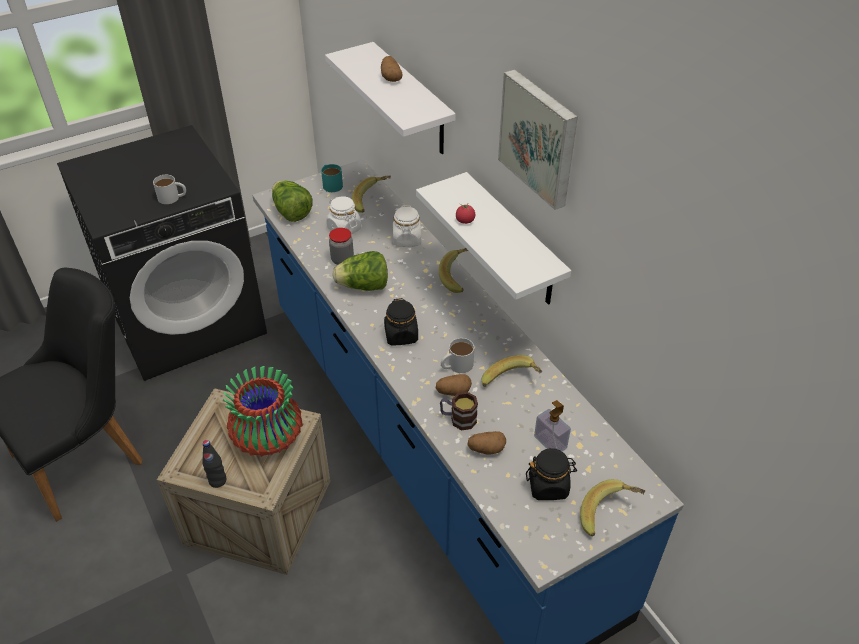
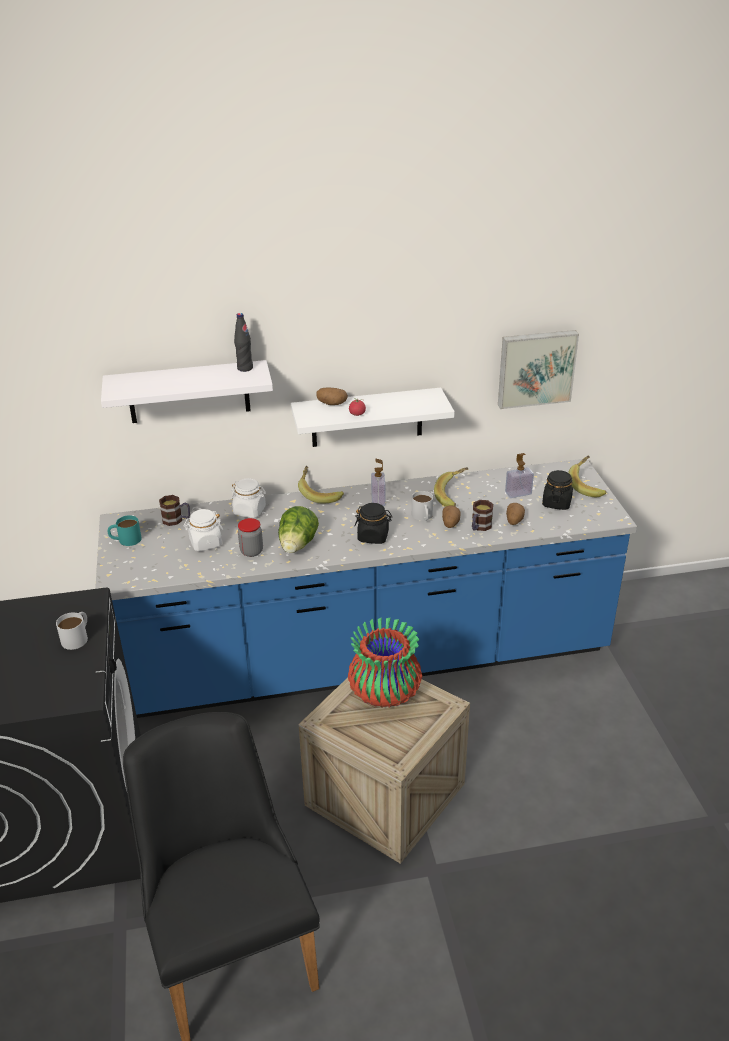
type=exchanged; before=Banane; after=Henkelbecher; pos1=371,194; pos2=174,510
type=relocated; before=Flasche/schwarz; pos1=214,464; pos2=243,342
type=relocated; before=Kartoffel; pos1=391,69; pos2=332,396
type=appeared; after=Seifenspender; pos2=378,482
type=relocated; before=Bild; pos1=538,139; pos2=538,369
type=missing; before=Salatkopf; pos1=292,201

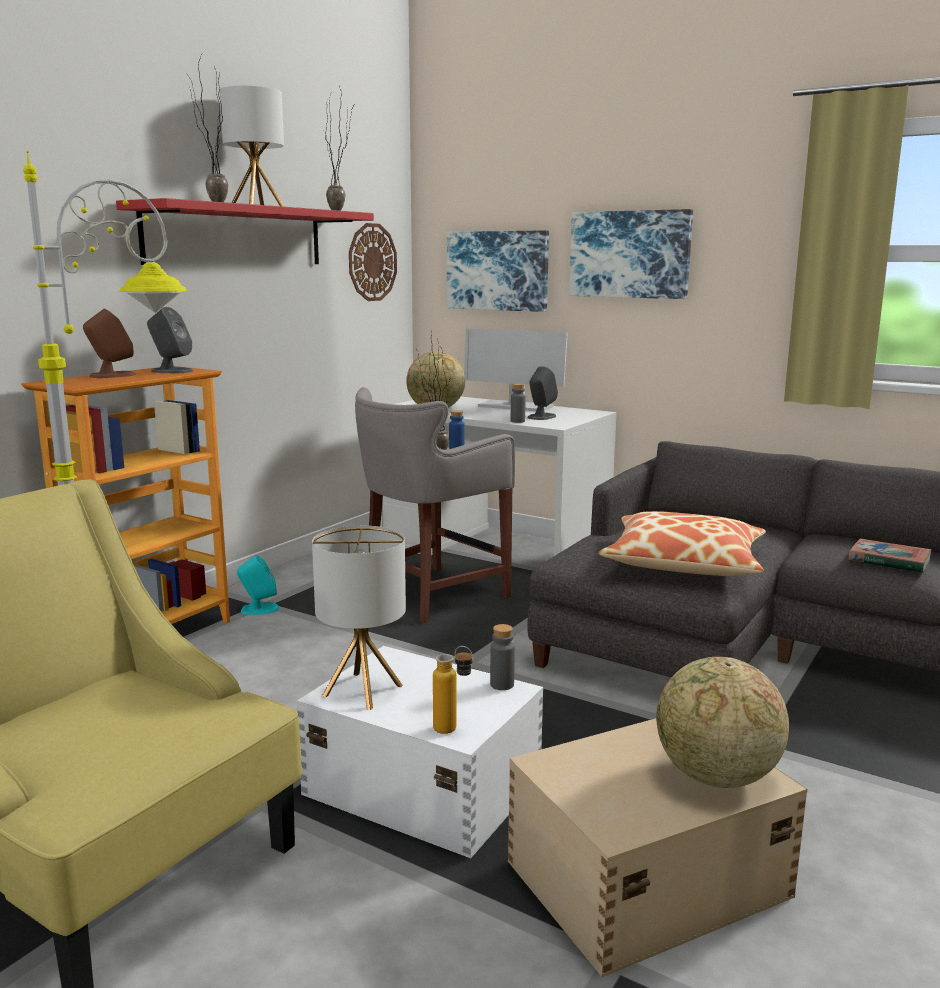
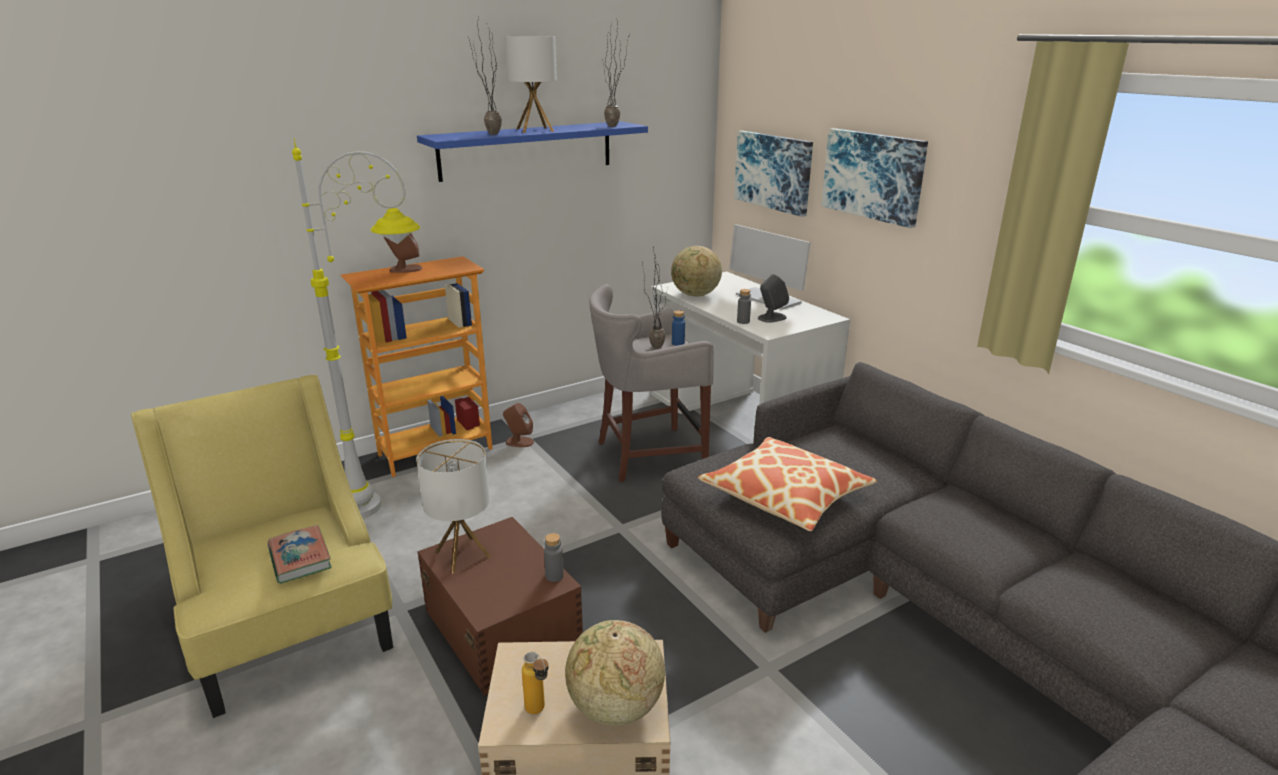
type=relocated; before=Buch; pos1=890,555; pos2=300,554
type=colour; before=Wandregal/rot; after=Wandregal/blau; pos1=245,231; pos2=532,151
type=colour; before=Aufbewahrungsbox/weiß; after=Aufbewahrungsbox/braun; pos1=419,752; pos2=500,606
type=colour; before=Lautsprecher/türkis; after=Lautsprecher/braun; pos1=258,585; pos2=518,425
type=relocated; before=Flasche; pos1=453,690; pos2=535,683
type=missing; before=Lautsprecher/grau; pos1=170,340
type=missing; before=Wanduhr; pos1=373,262

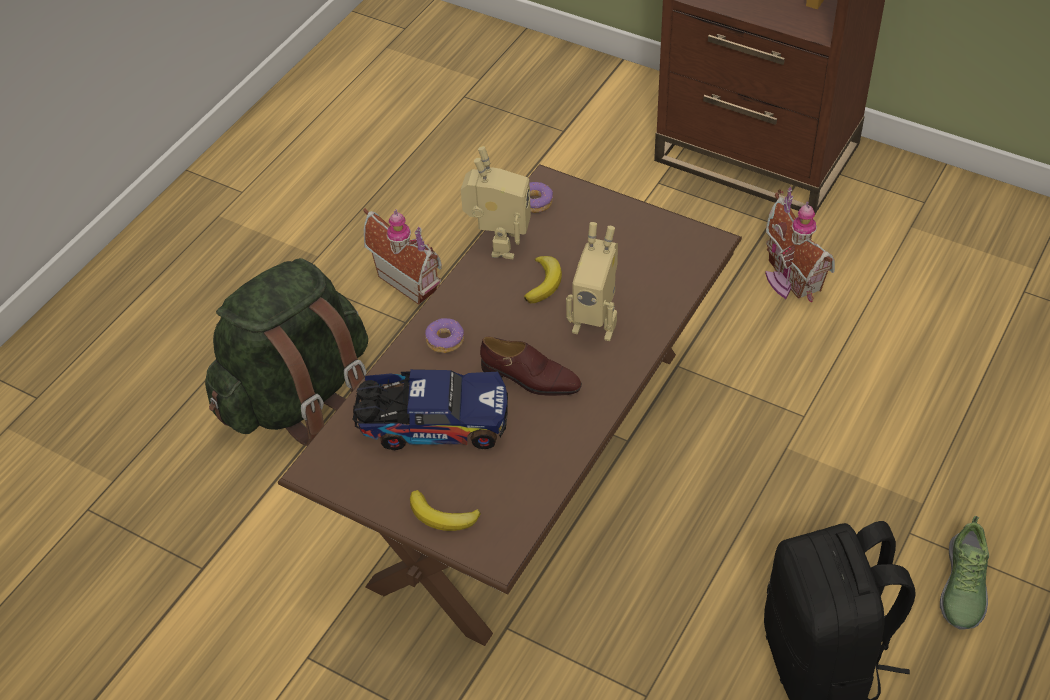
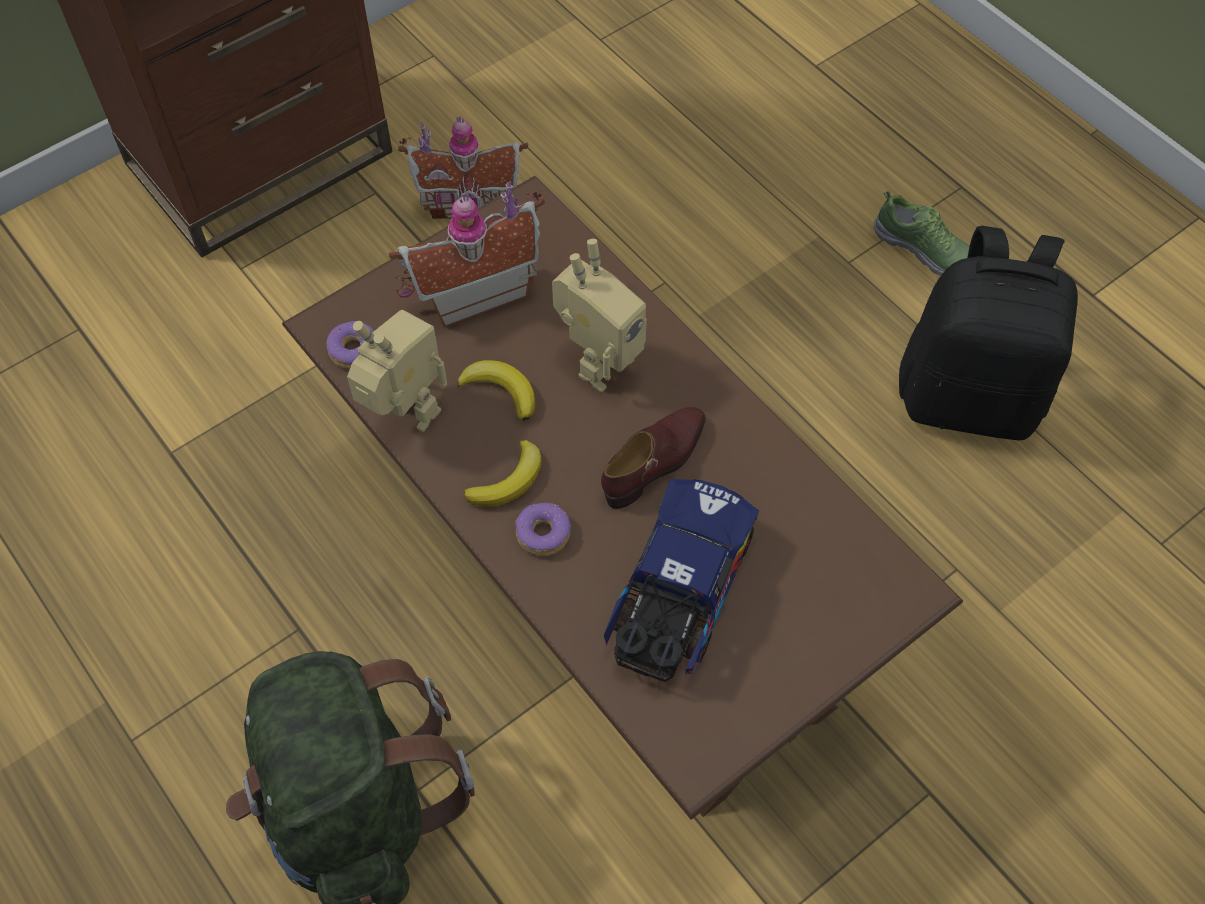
type=relocated; before=Spielzeughaus; pos1=402,256; pos2=467,254
type=relocated; before=Banane; pos1=445,510; pos2=503,473

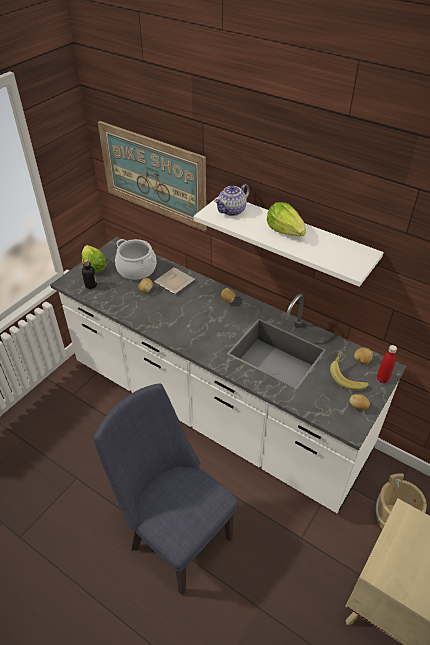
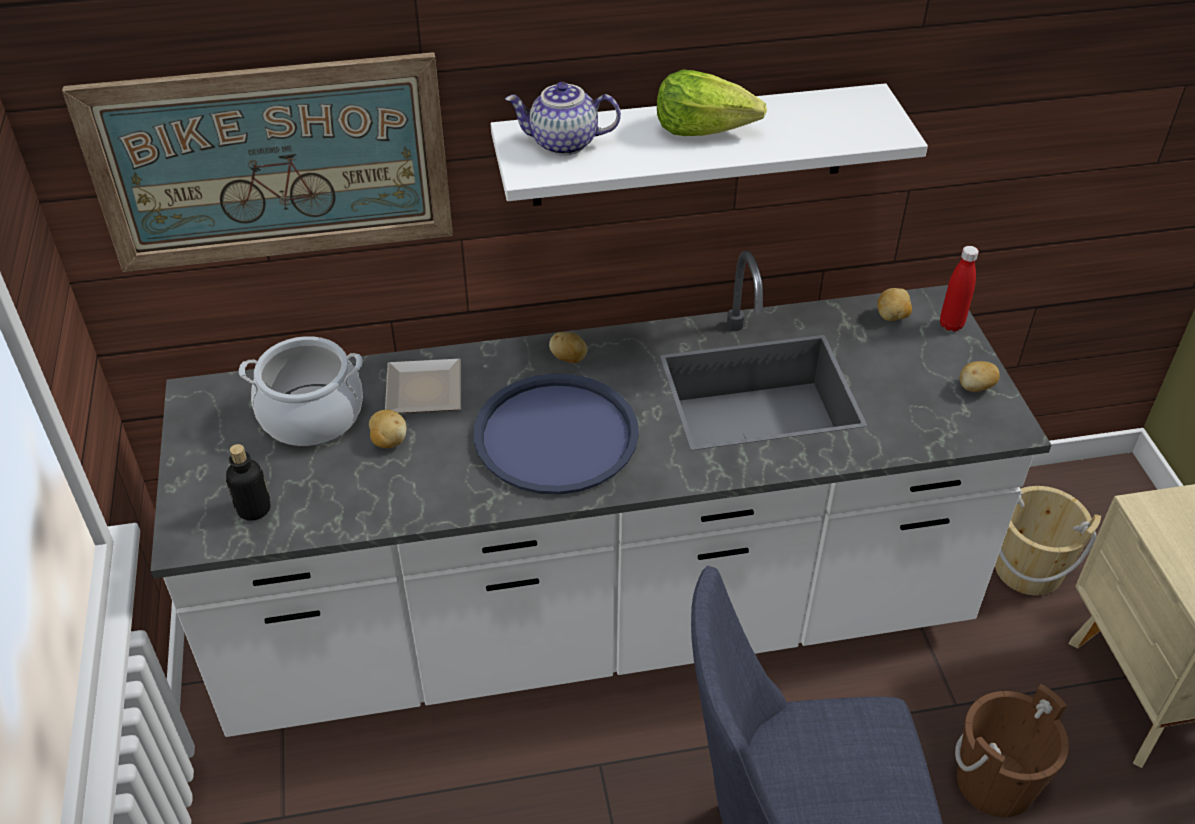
type=appeared; after=Tablett/blau; pos2=556,434
type=spun; before=Teekanne; pos1=232,200; pos2=563,119; turn=90
type=appeared; after=Eimer/braun; pos2=1012,750
type=missing; before=Salatkopf; pos1=94,259
type=missing; before=Banane; pos1=349,370

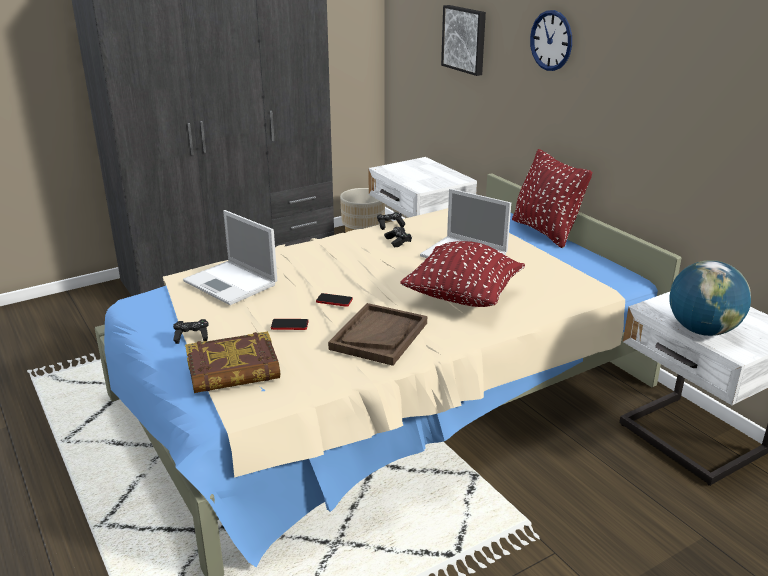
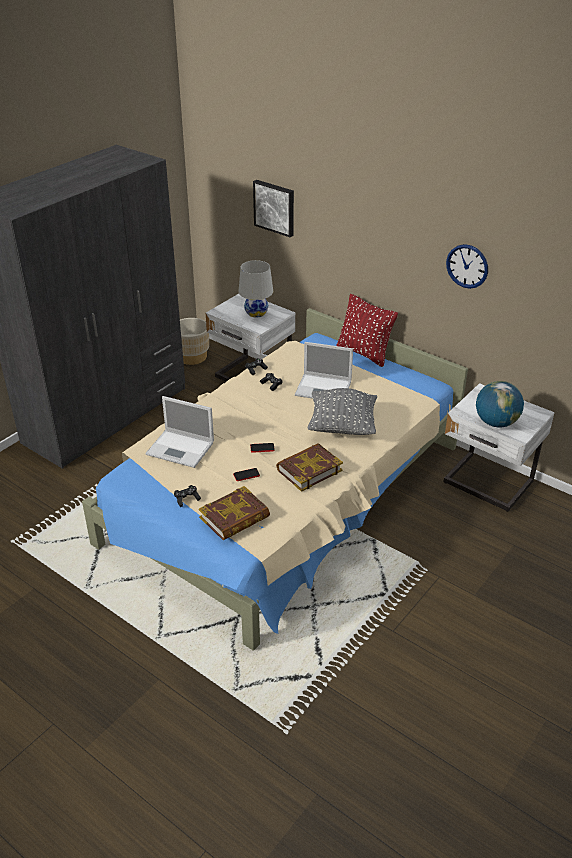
type=appeared; after=Tischlampe/weiß; pos2=255,288
type=exchanged; before=Tablett/braun; after=Buch; pos1=377,334; pos2=309,467
type=colour; before=Kissen/rot; after=Kissen/grau; pos1=462,274; pos2=342,411
type=relocated; before=Wanduhr; pos1=551,40; pos2=467,266

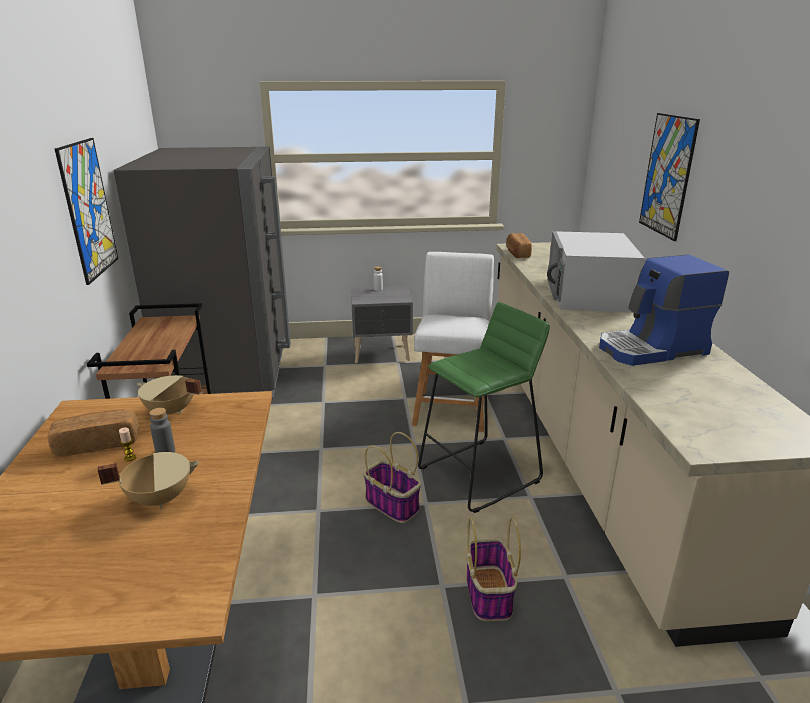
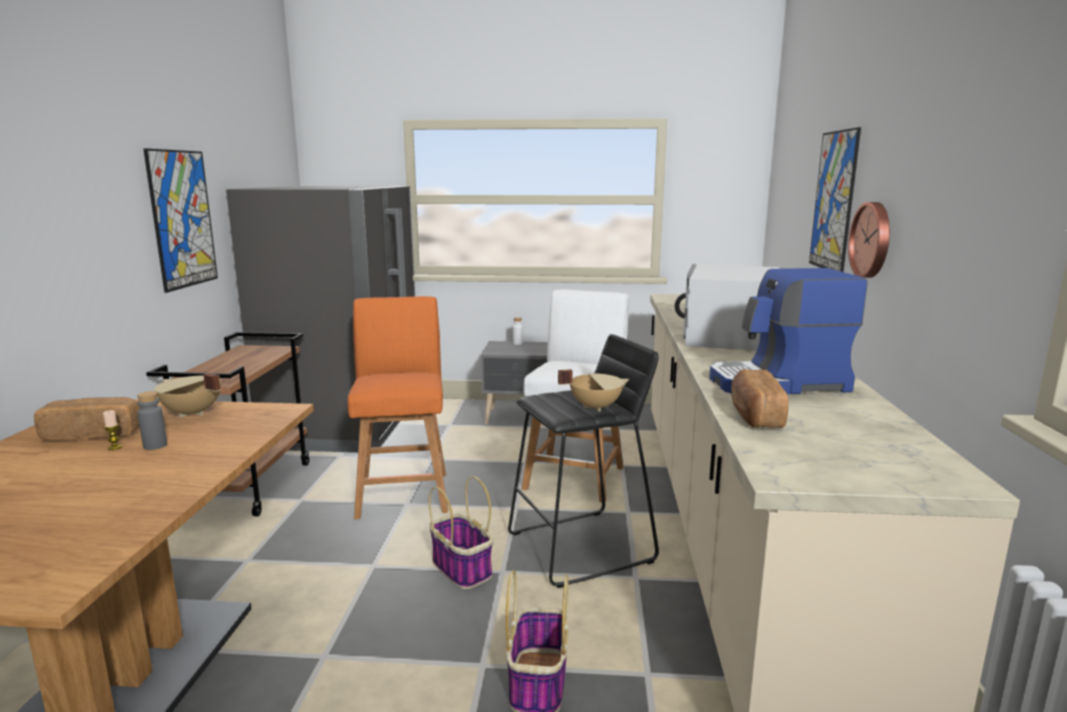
type=appeared; after=Hocker/orange; pos2=398,407
type=colour; before=Hocker/grün; after=Hocker/schwarz; pos1=484,407; pos2=583,461
type=relocated; before=Kochtopf/beige; pos1=148,480; pos2=593,390
type=relocated; before=Brot; pos1=519,245; pos2=759,398
type=appeared; after=Wanduhr; pos2=869,240

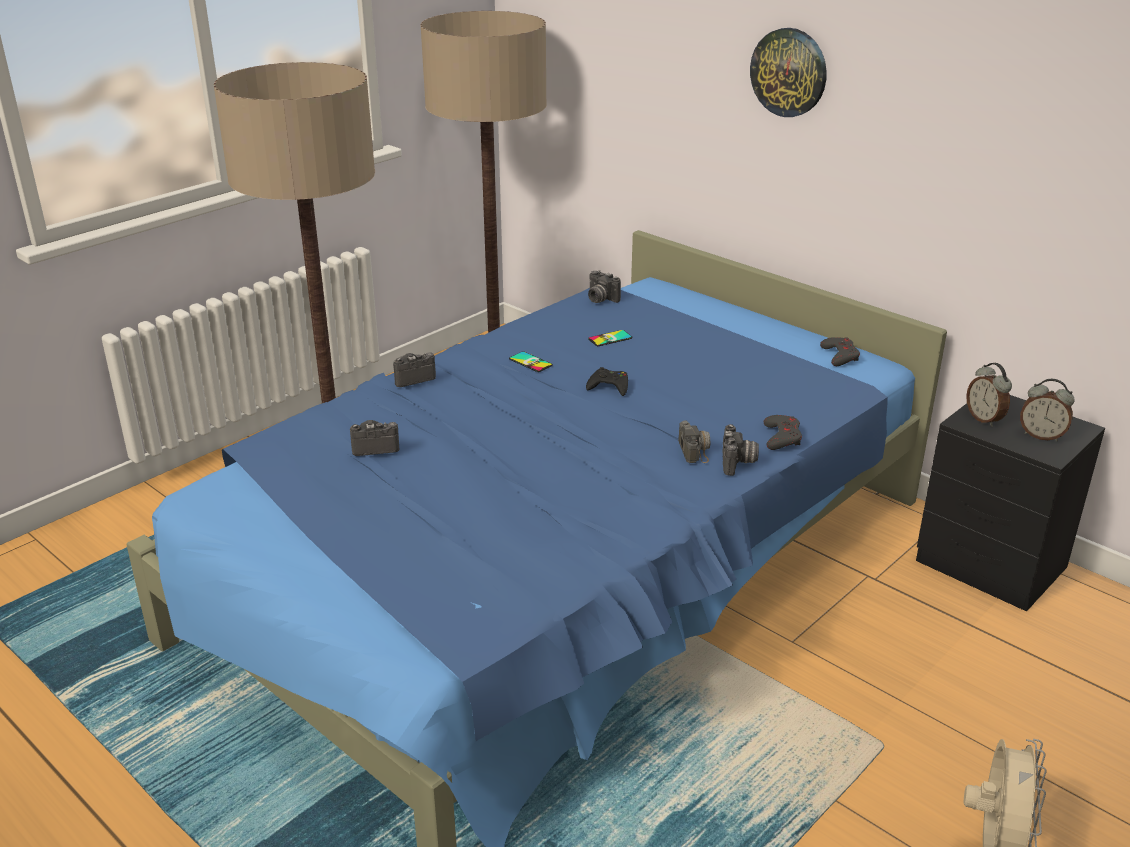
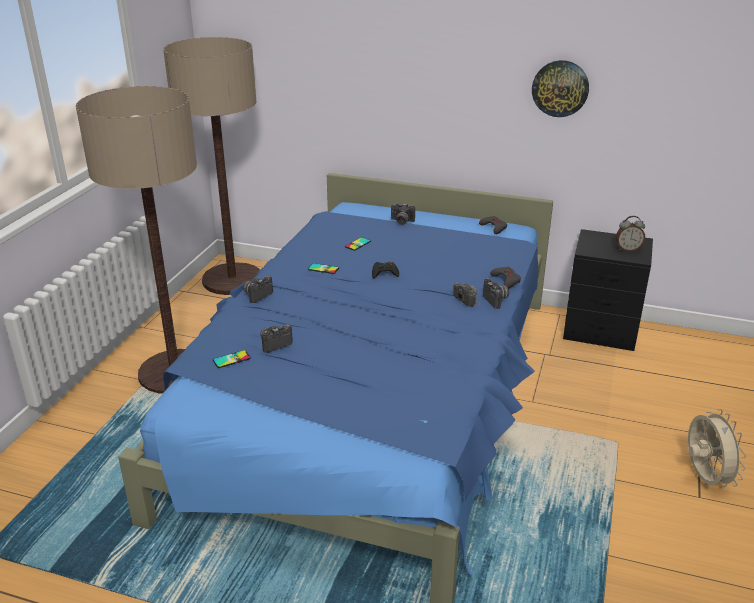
type=appeared; after=Handy; pos2=232,359
type=relocated; before=Kamera; pos1=604,286; pos2=403,214
type=relocated; before=Wanduhr; pos1=788,72; pos2=560,88
type=missing; before=Wecker; pos1=989,395

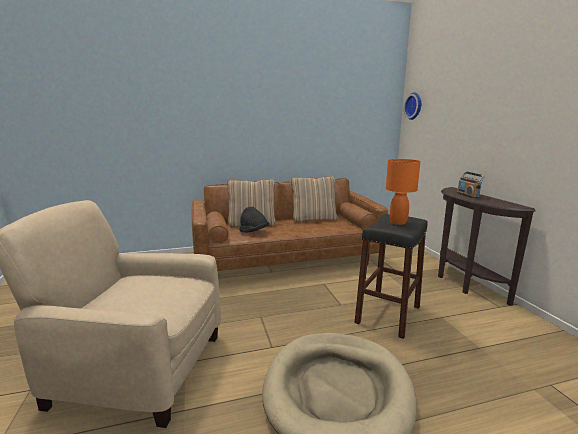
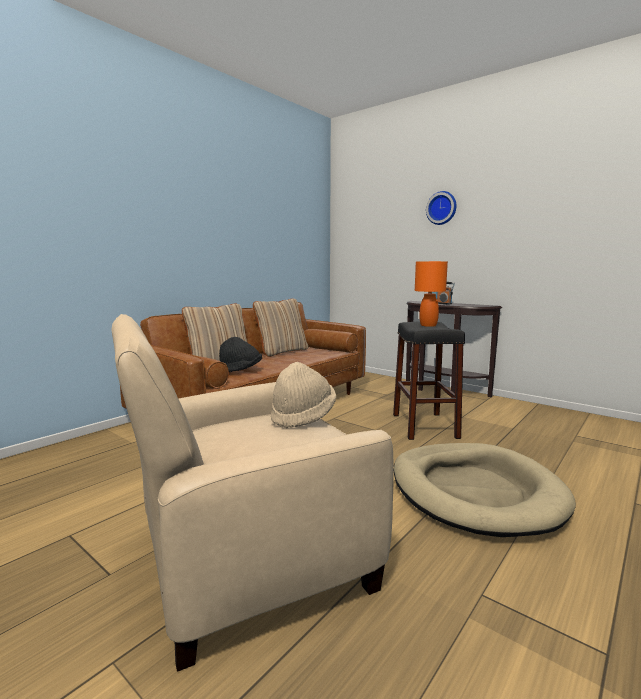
type=appeared; after=Hut/beige; pos2=303,395
type=relocated; before=Wanduhr; pos1=412,106; pos2=441,208

